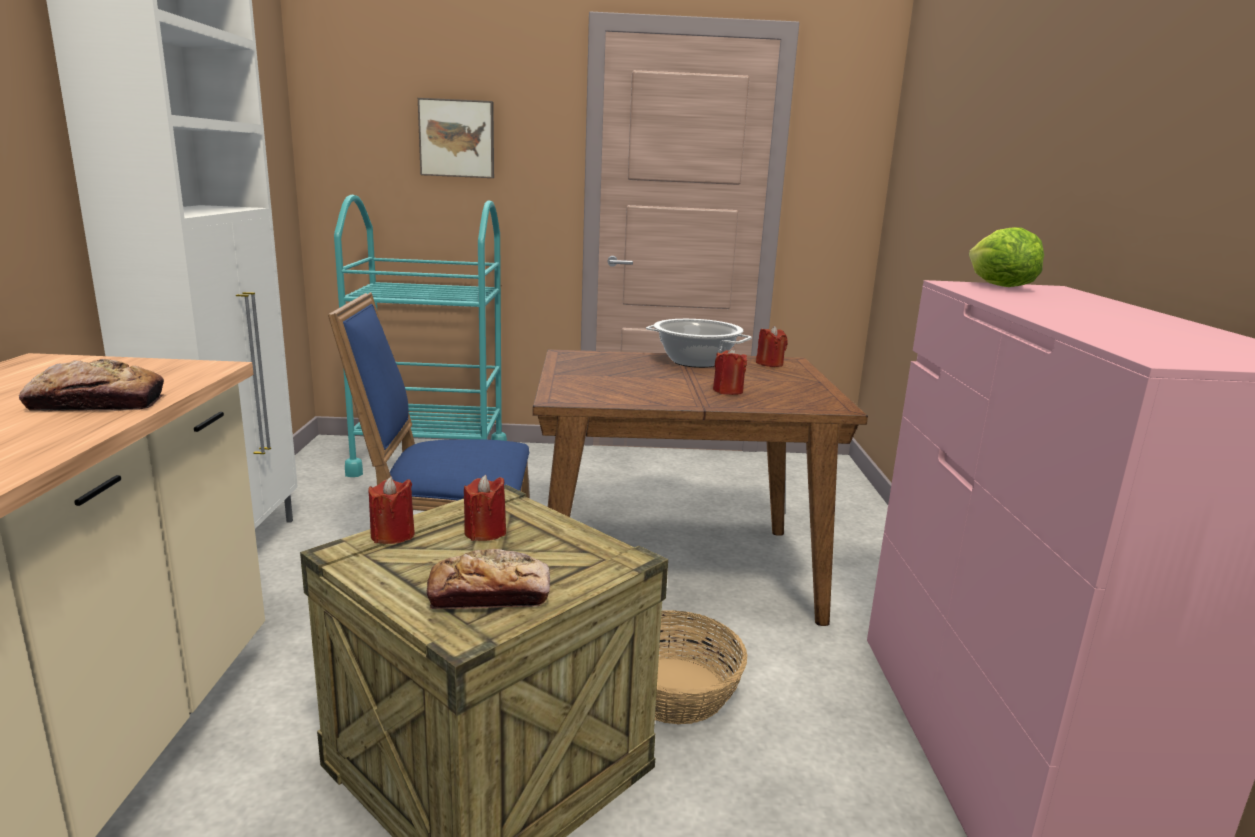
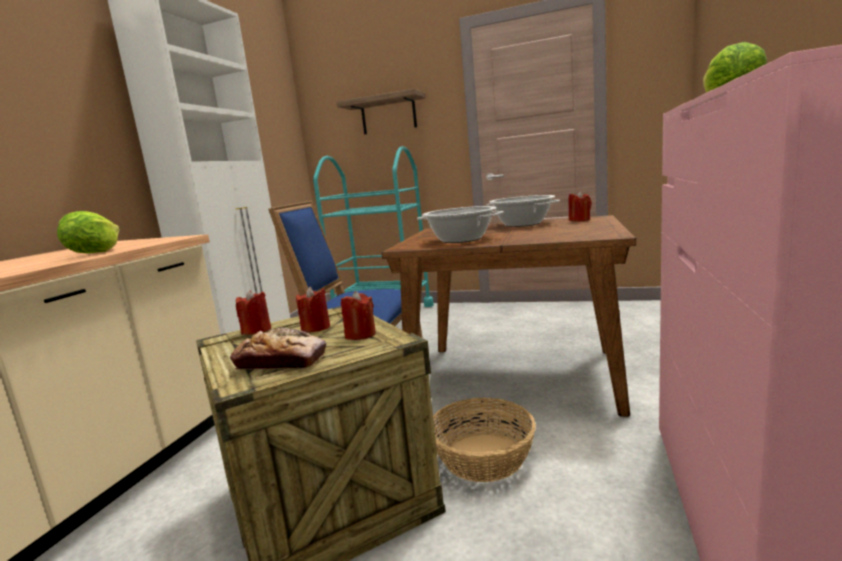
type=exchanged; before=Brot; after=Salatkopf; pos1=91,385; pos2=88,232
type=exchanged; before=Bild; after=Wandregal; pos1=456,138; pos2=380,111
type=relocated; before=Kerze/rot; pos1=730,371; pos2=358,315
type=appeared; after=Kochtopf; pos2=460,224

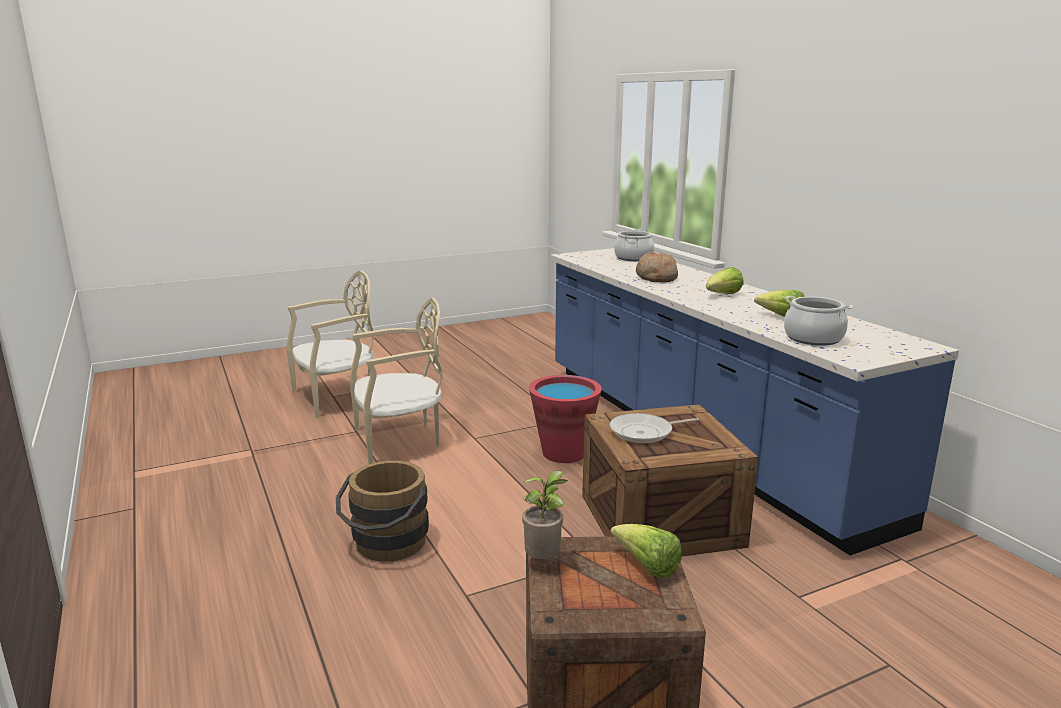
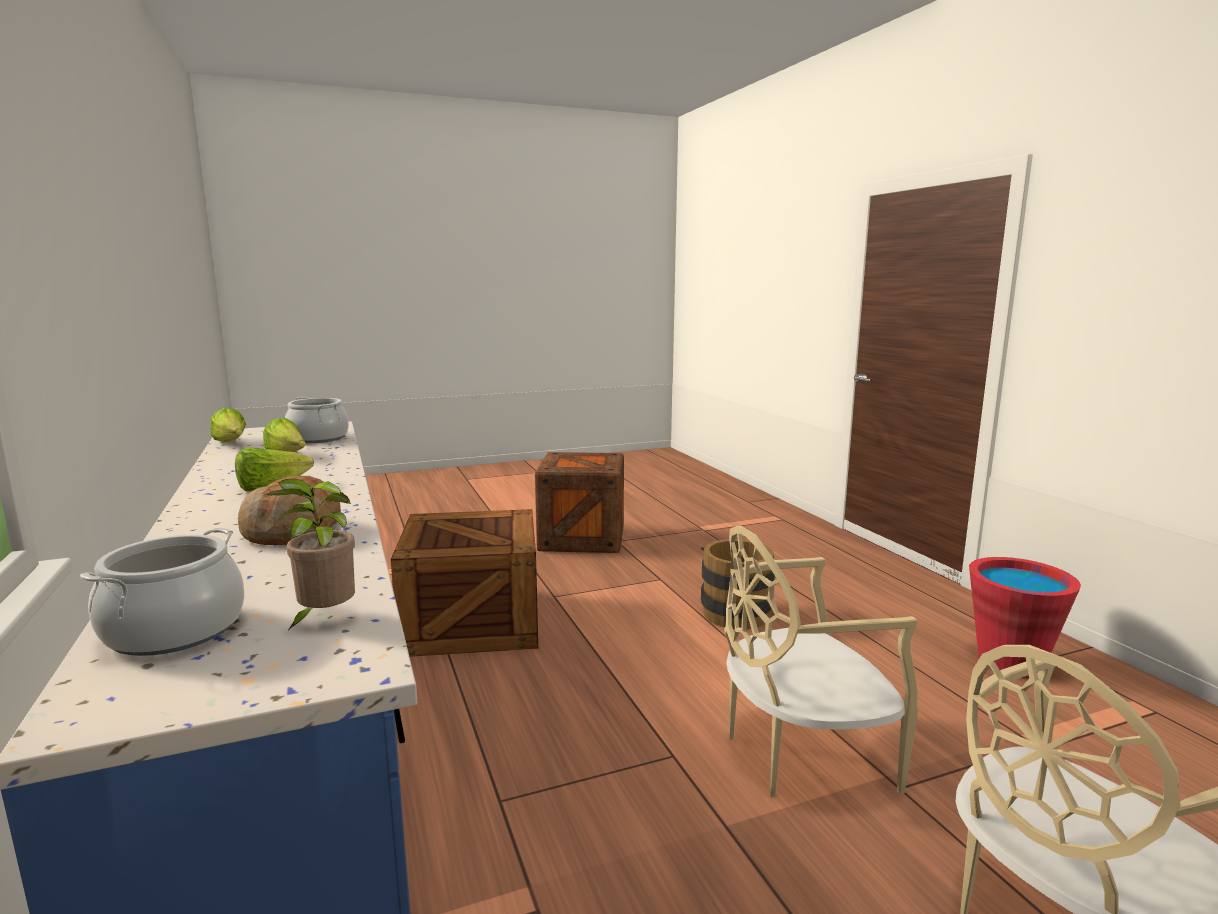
type=relocated; before=Salatkopf; pos1=646,551; pos2=228,425
type=relocated; before=Topfpflanze; pos1=544,514; pos2=310,554
type=relocated; before=Eimer/rot; pos1=565,419; pos2=1025,617
type=missing; before=Pfanne; pos1=654,428

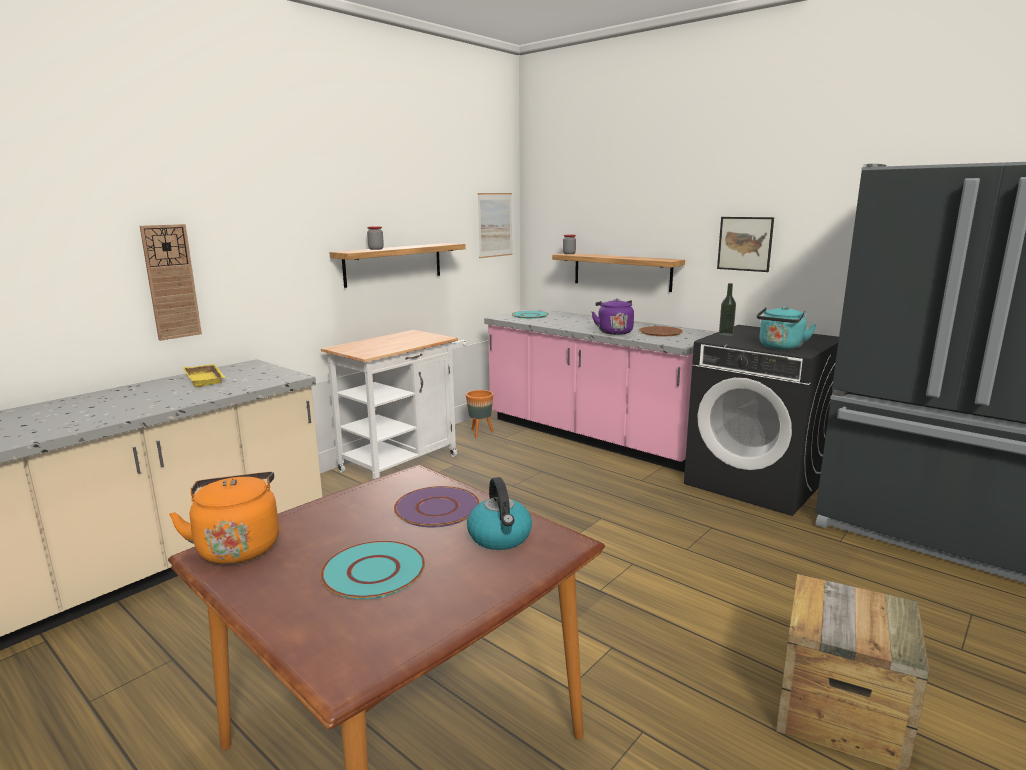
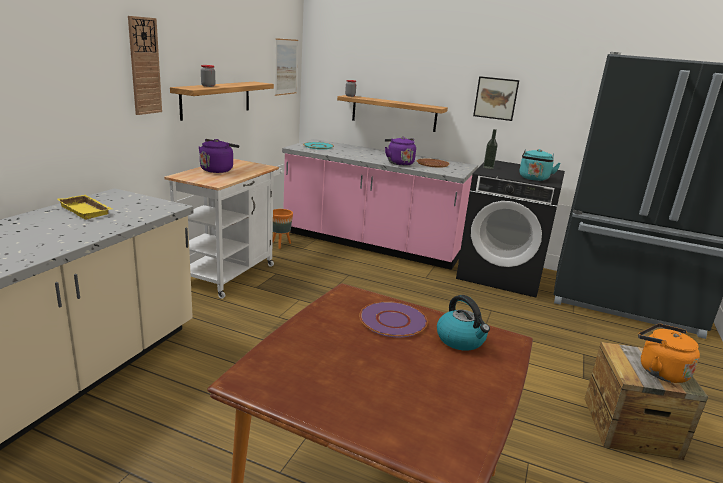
type=relocated; before=Wanduhr; pos1=171,282; pos2=145,65
type=appeared; after=Wasserkessel/lila; pos2=219,156
type=relocated; before=Wasserkessel/orange; pos1=224,518; pos2=669,353
type=missing; before=Teller/türkis; pos1=372,570

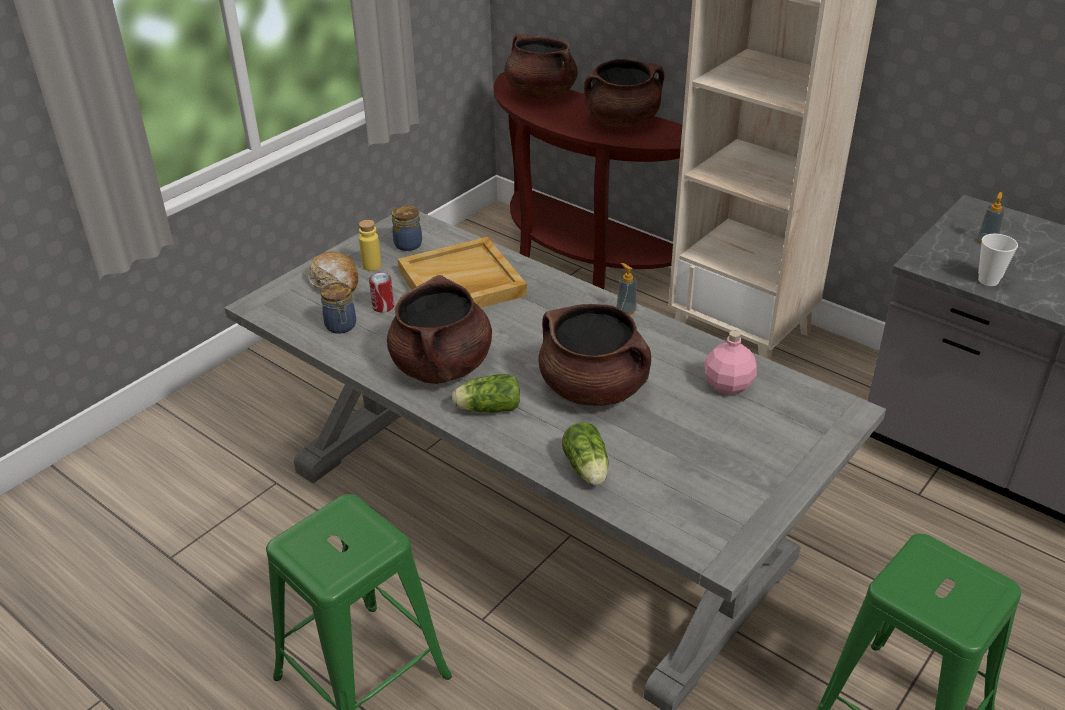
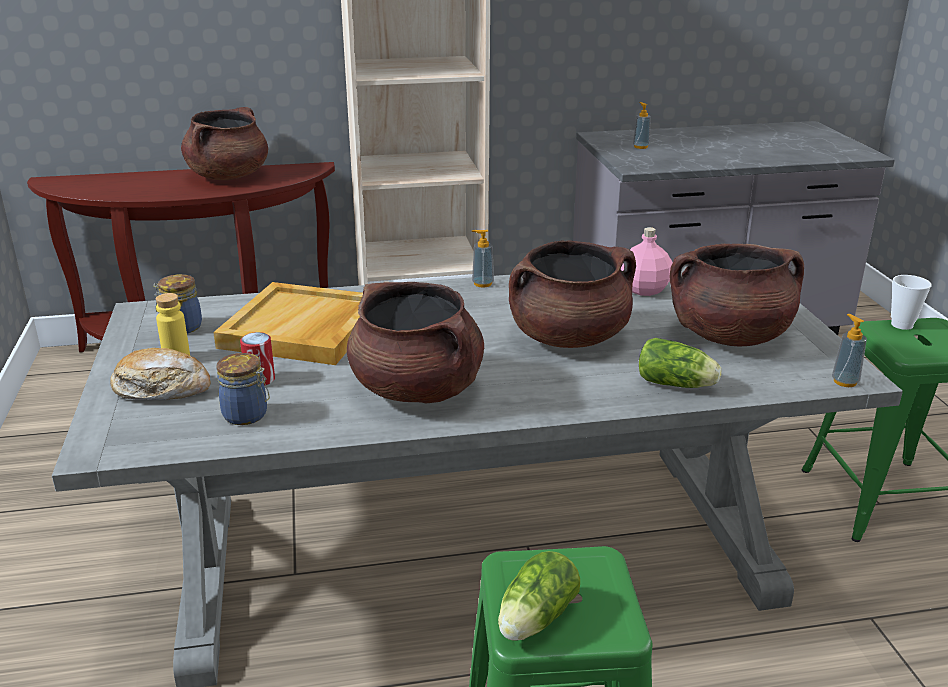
type=relocated; before=Salatkopf; pos1=486,393; pos2=539,596
type=relocated; before=Kochtopf/braun; pos1=541,66; pos2=737,295
type=appeared; after=Seifenspender; pos2=849,350
type=relocated; before=Tasse; pos1=998,260; pos2=911,302

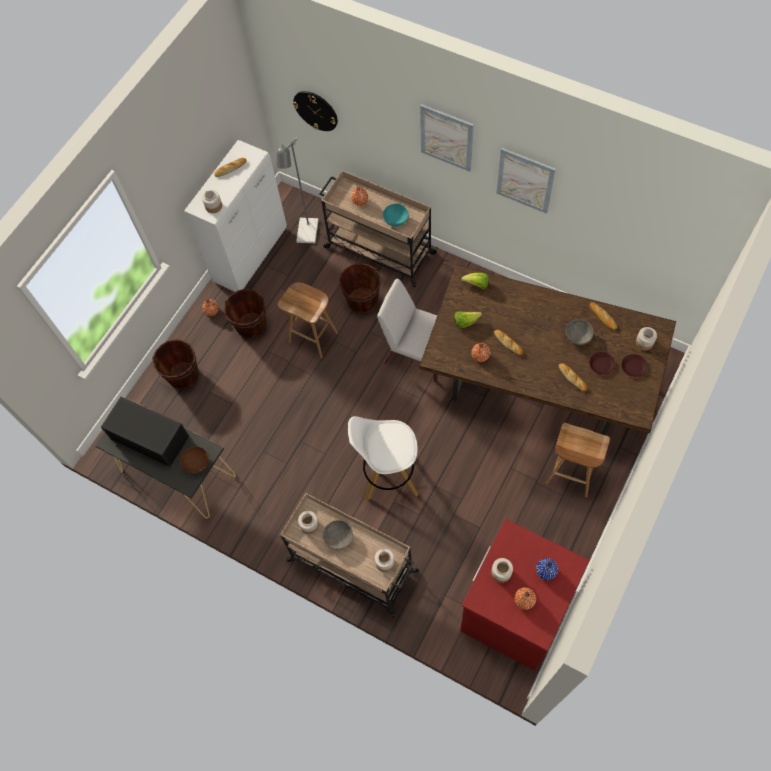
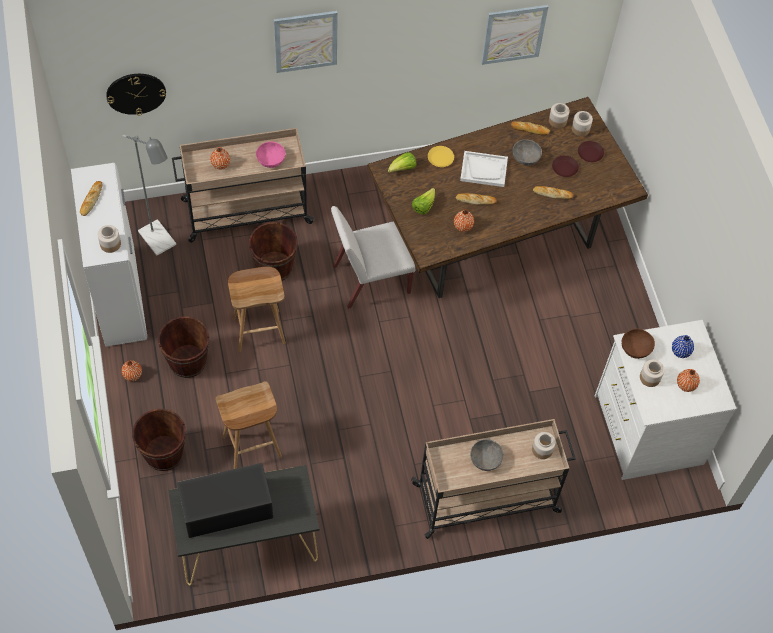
type=relocated; before=Hocker/braun; pos1=577,460; pos2=249,425
type=colour; before=Schüssel/türkis; after=Schüssel/rosa; pos1=396,215; pos2=271,154
type=appeared; after=Teller/gelb; pos2=441,156
type=appeared; after=Tablett/weiß; pos2=484,169
type=relocated; before=Bild; pos1=526,181; pos2=514,35
type=relocated; before=Vorratsglas; pos1=308,522; pos2=559,115
type=colour; before=Kommode/rot; after=Kommode/weiß; pos1=524,594; pos2=666,400
type=relocated; before=Schüssel/braun; pos1=194,460; pos2=638,344
type=missing; before=Hocker/weiß; pos1=383,458

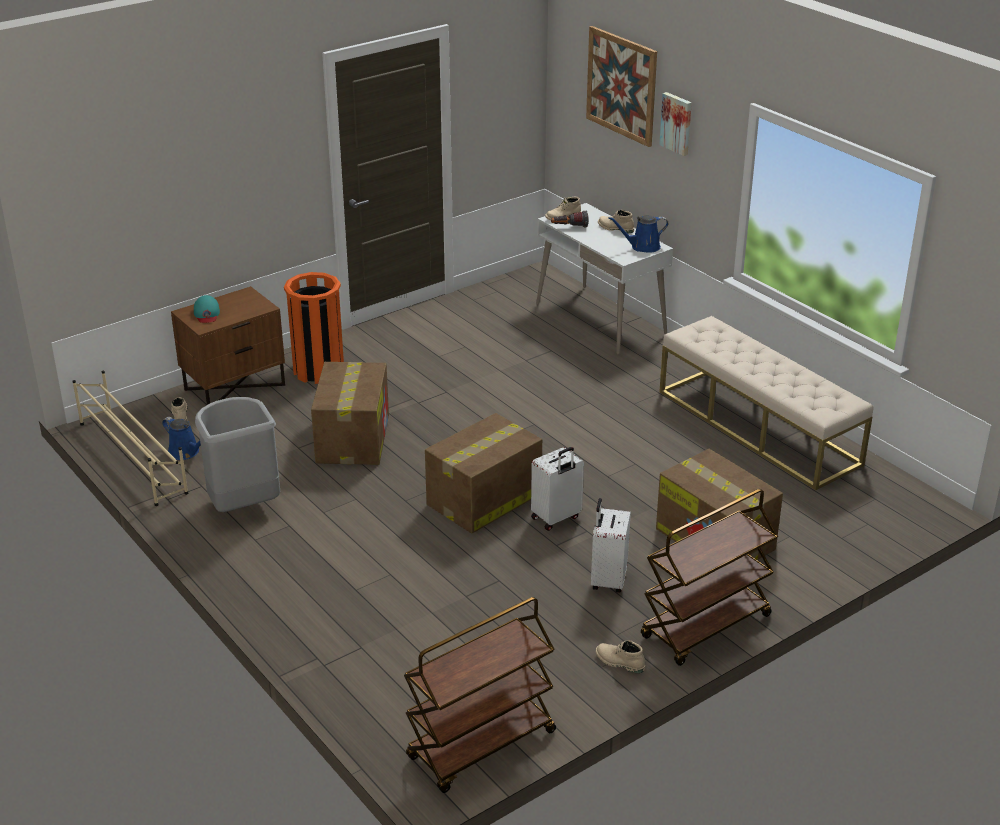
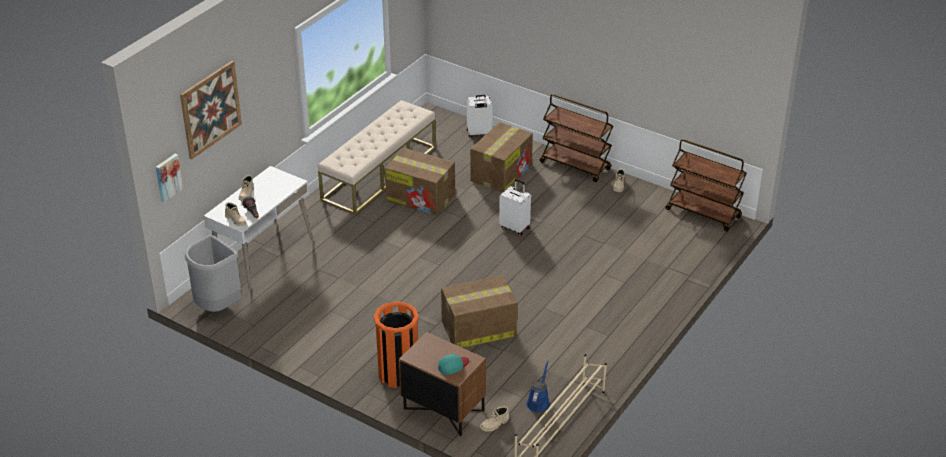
type=relocated; before=Bild; pos1=675,124; pos2=169,178
type=relocated; before=Mülleimer/grau; pos1=237,454; pos2=213,273
type=relocated; before=Karton; pos1=483,473; pos2=420,182
type=relocated; before=Koffer/weiß; pos1=611,545; pos2=480,116
type=missing; before=Gießkanne/blau; pos1=638,234

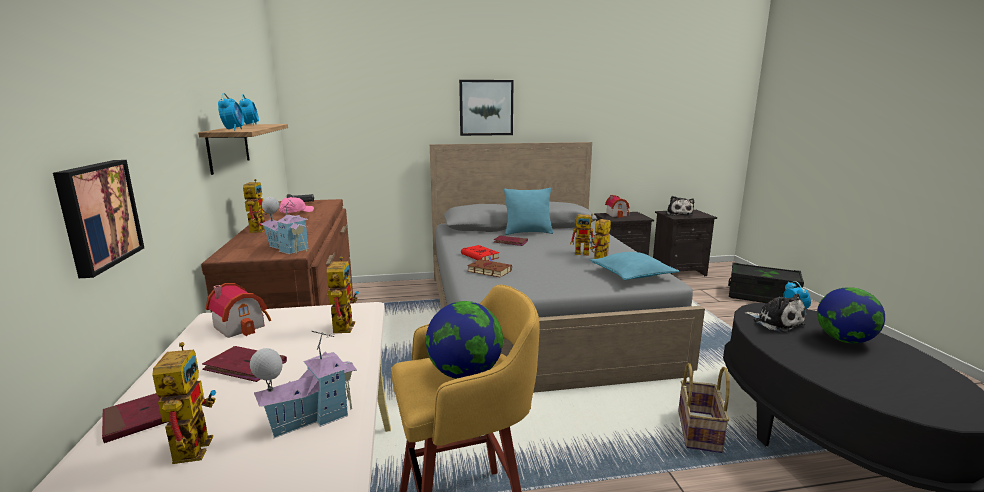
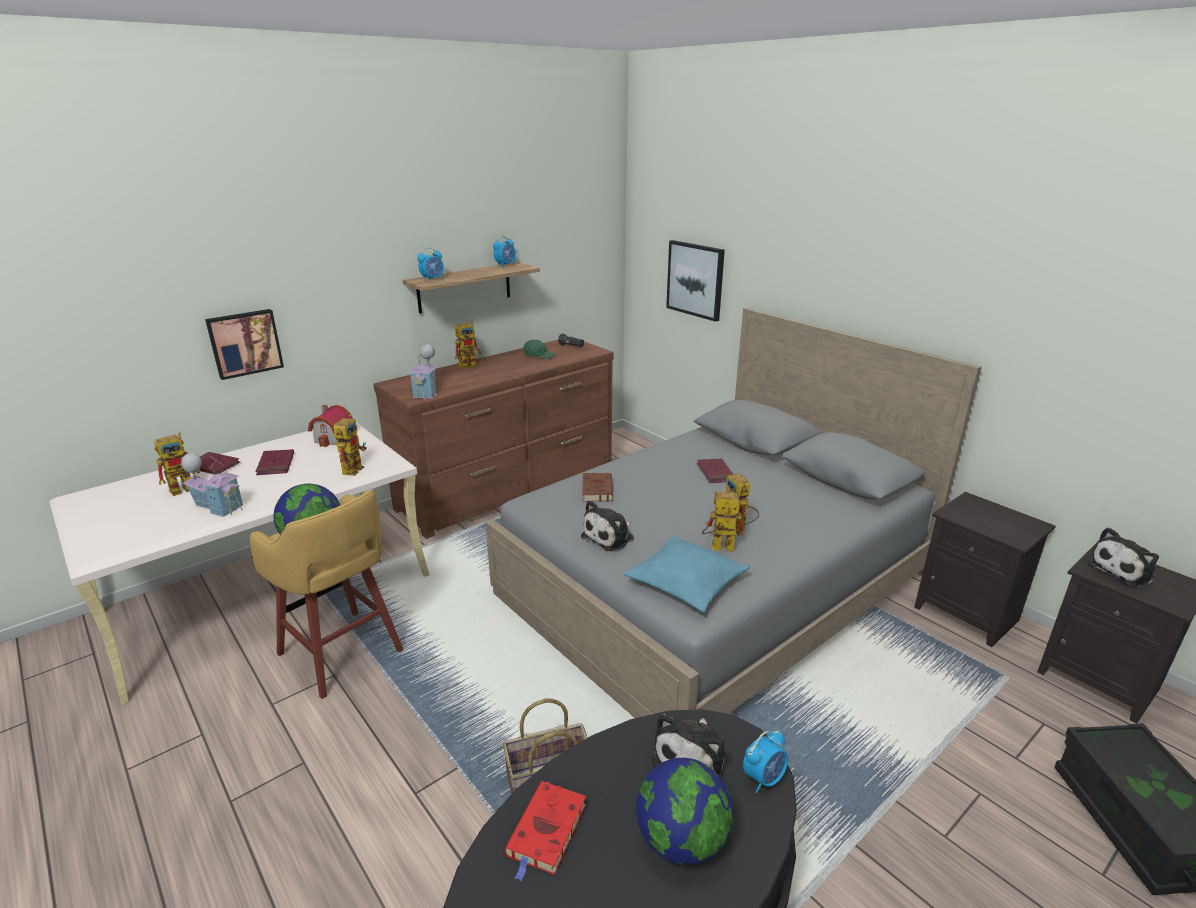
type=spun; before=Spielzeugroboter; pos1=342,294; pos2=350,445; turn=-45
type=relocated; before=Buch/rot; pos1=480,253; pos2=545,831
type=colour; before=Kappe/rosa; after=Kappe/grün; pos1=296,205; pos2=539,349
type=appeared; after=Plüschtier; pos2=607,525
type=relocated; before=Bild; pos1=486,108; pos2=695,281
type=missing; before=Kissen/türkis; pos1=528,211
type=missing; before=Spielzeughaus; pos1=617,206

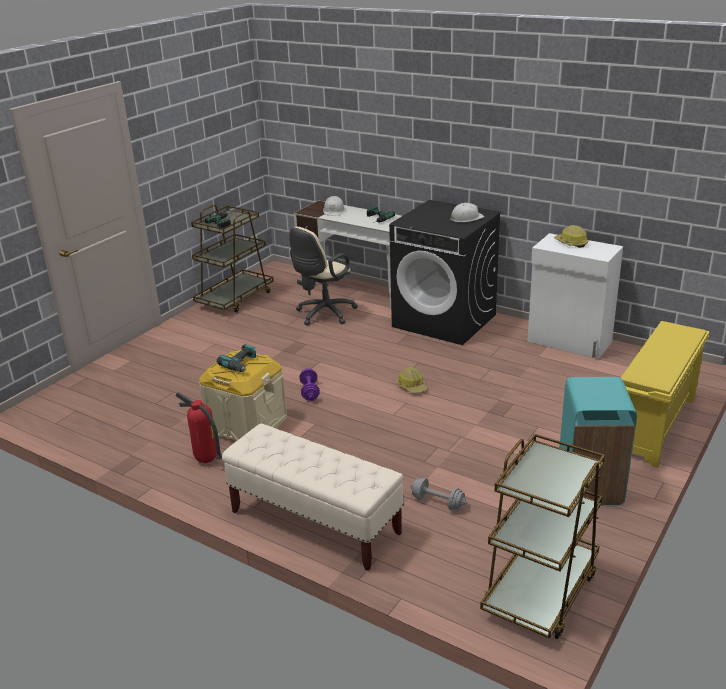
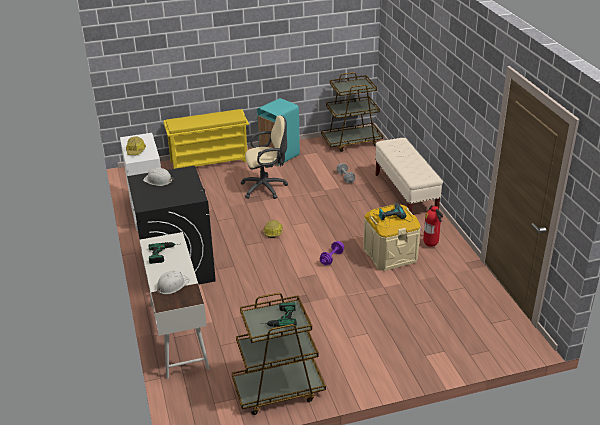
type=relocated; before=Bürostuhl/beige; pos1=323,276; pos2=264,157

